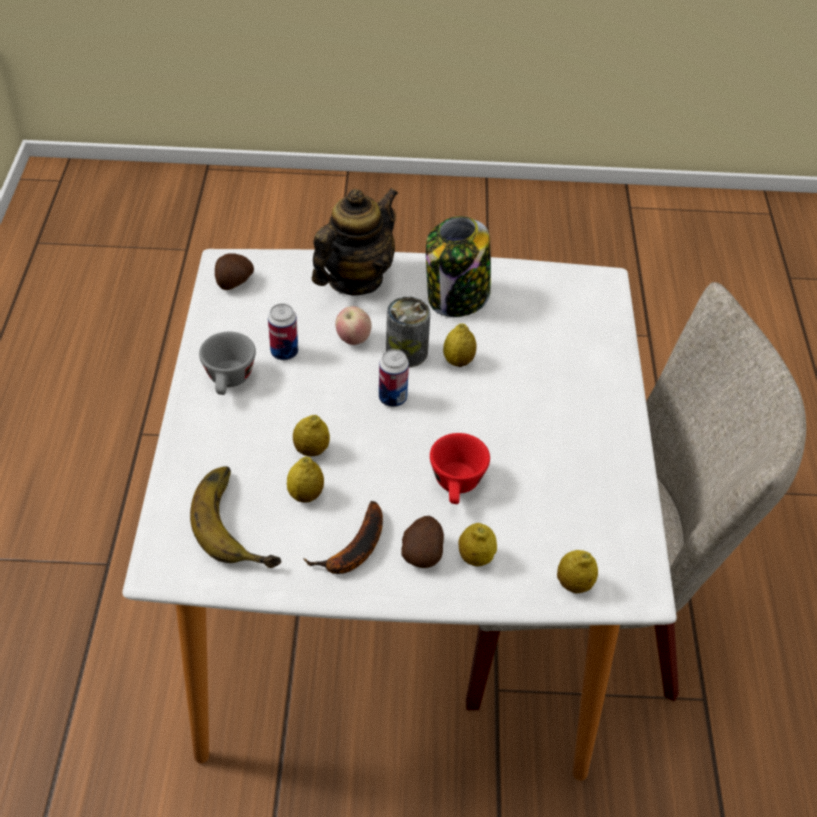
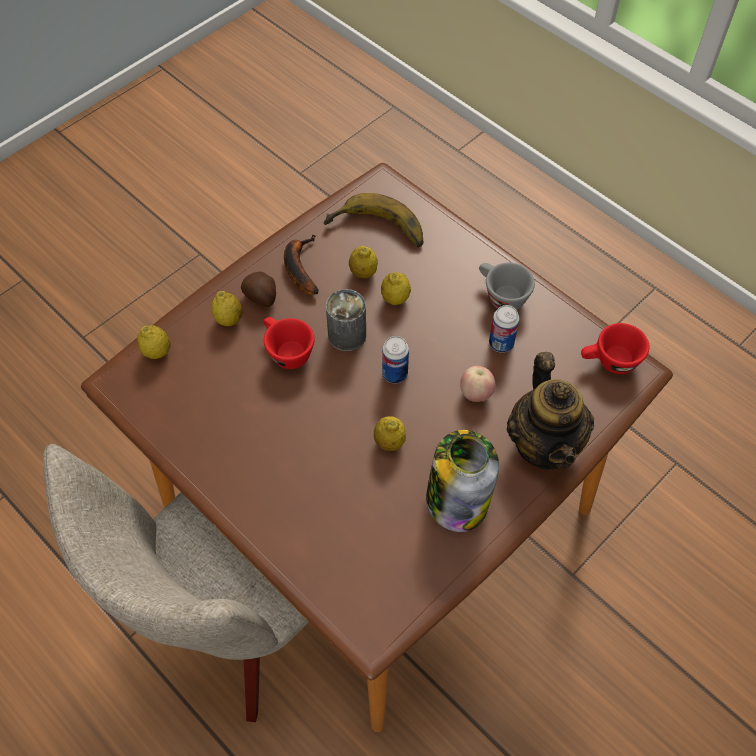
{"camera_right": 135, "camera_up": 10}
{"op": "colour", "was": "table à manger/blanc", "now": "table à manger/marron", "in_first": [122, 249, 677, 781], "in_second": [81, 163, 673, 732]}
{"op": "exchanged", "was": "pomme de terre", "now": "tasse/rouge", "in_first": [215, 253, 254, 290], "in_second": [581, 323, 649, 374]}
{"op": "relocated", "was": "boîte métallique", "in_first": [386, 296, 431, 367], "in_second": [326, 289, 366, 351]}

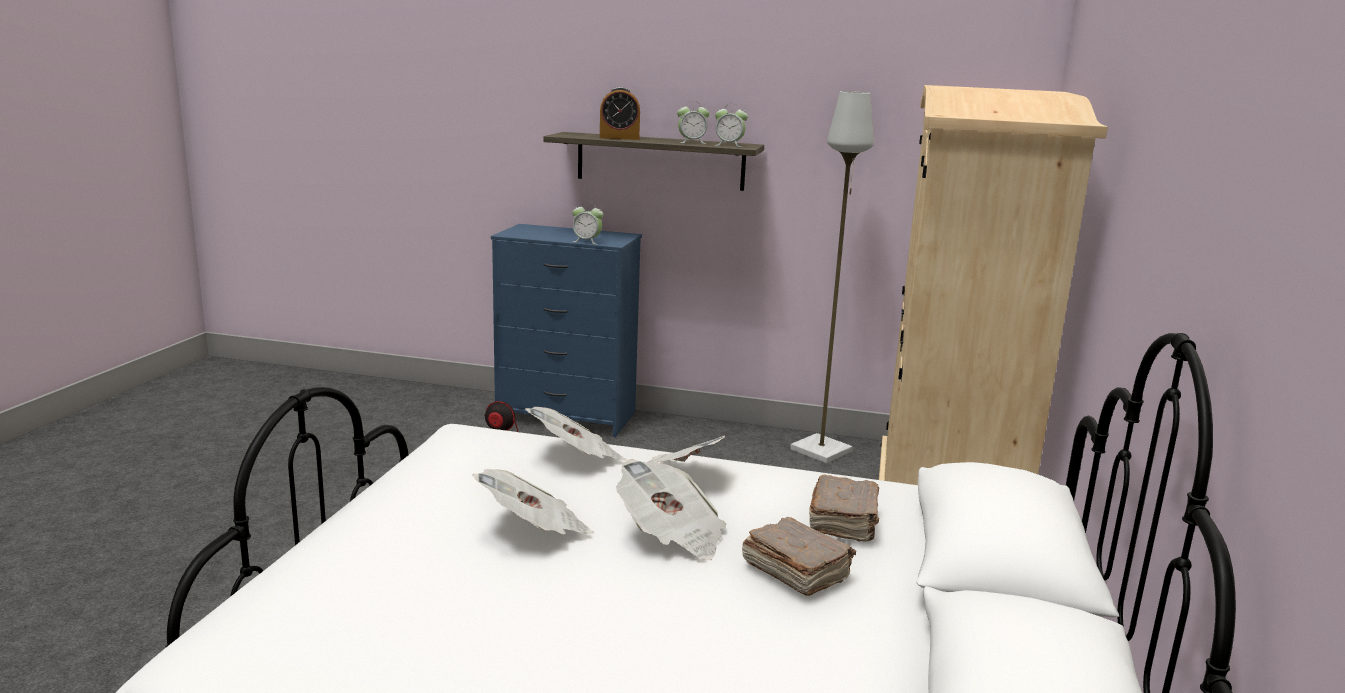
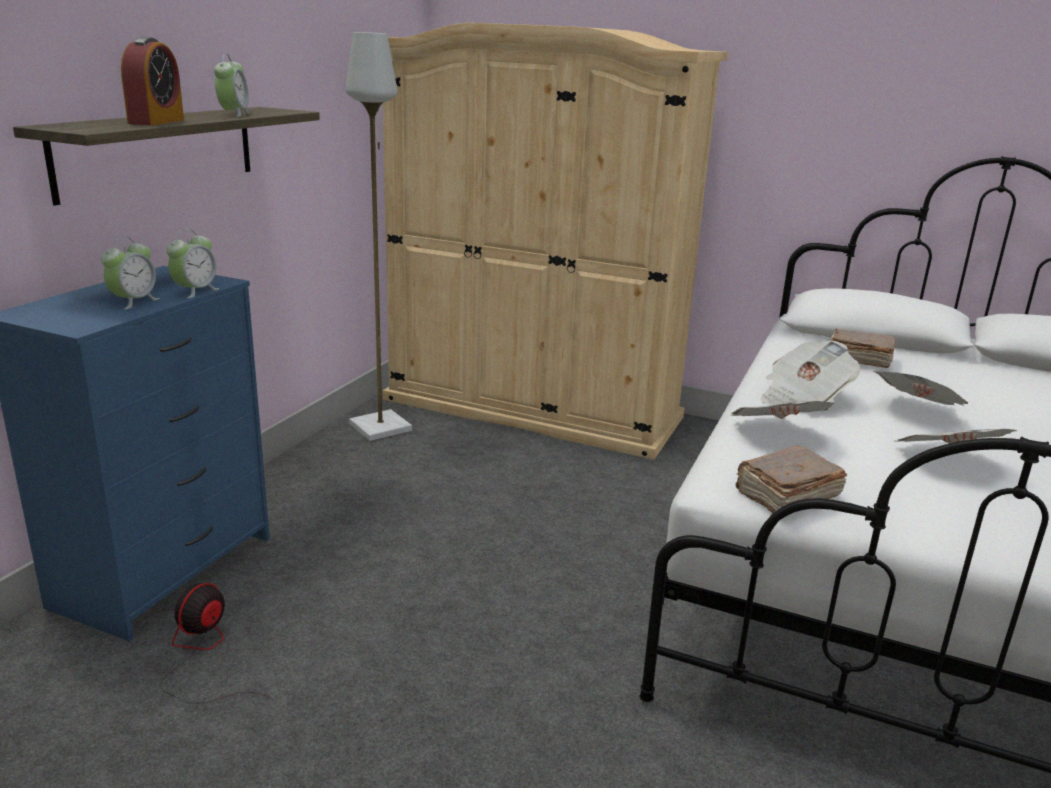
{"camera_right": -80, "camera_up": 5}
{"op": "relocated", "was": "réveil", "in_first": [715, 108, 748, 147], "in_second": [101, 237, 160, 309]}
{"op": "relocated", "was": "livre/marron", "in_first": [742, 517, 856, 596], "in_second": [735, 446, 847, 513]}

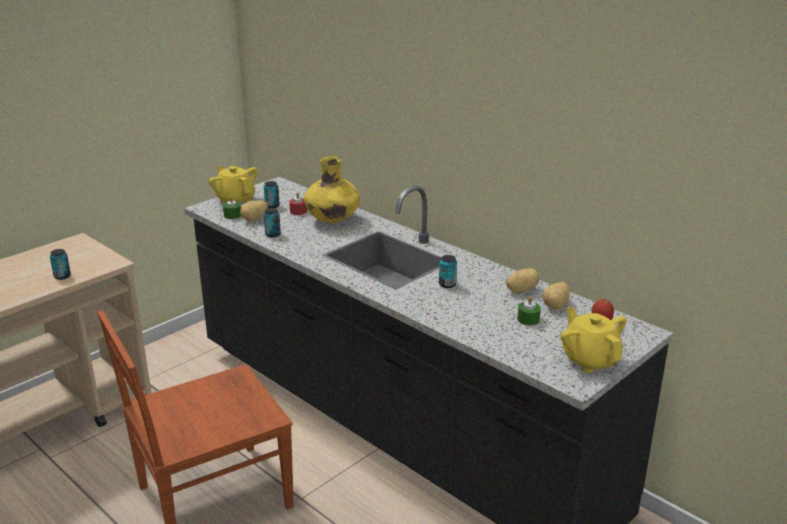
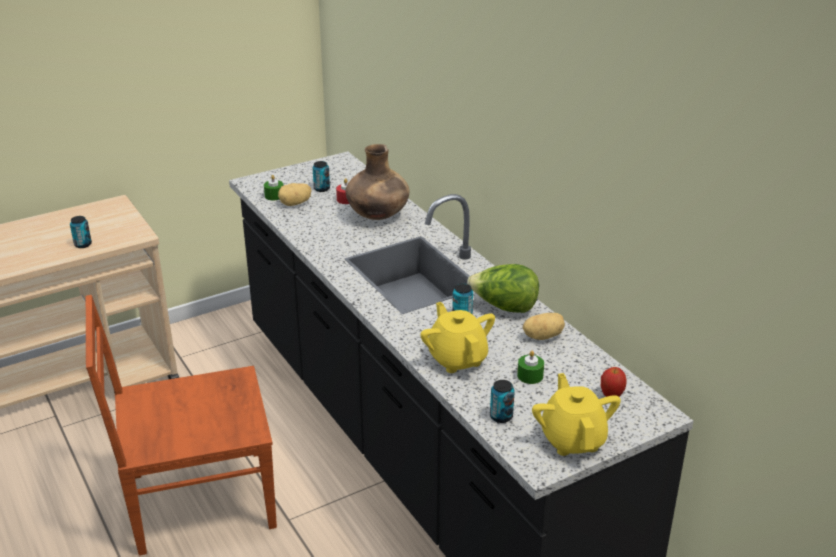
{"camera_right": 15, "camera_up": 5}
{"op": "colour", "was": "vase/jaune", "now": "vase/marron", "in_first": [304, 156, 360, 223], "in_second": [346, 144, 409, 220]}
{"op": "relocated", "was": "théière/jaune", "in_first": [209, 166, 257, 202], "in_second": [420, 302, 495, 373]}
{"op": "relocated", "was": "boîte métallique", "in_first": [264, 208, 281, 237], "in_second": [490, 380, 515, 423]}
{"op": "missing", "was": "pomme de terre", "in_first": [543, 282, 570, 309]}
{"op": "appeared", "now": "laitue", "in_second": [467, 264, 539, 313]}

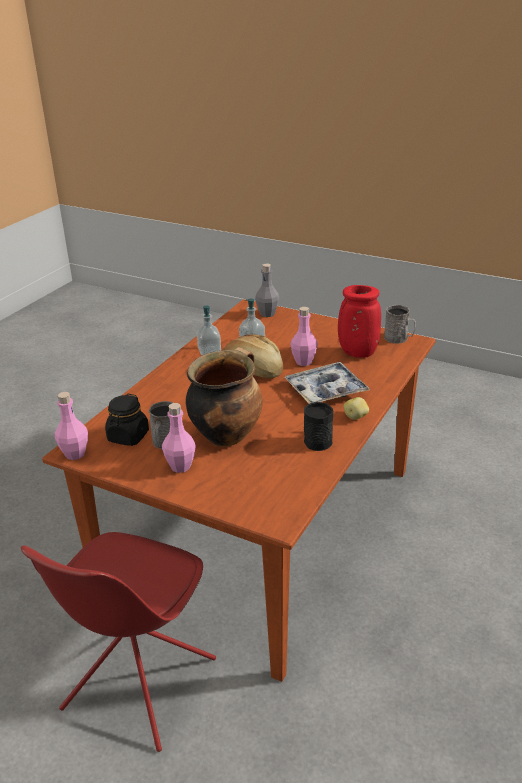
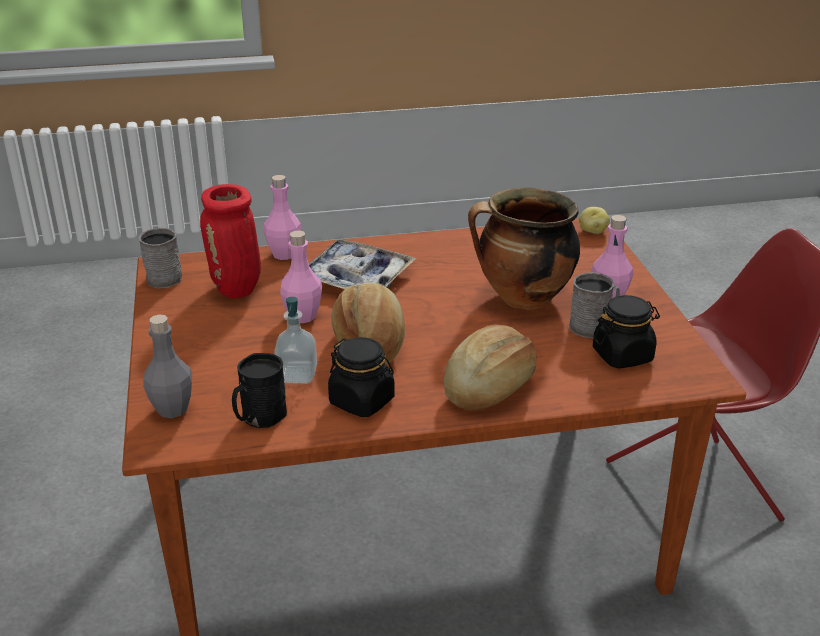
{"camera_right": -130, "camera_up": 0}
{"op": "exchanged", "was": "distributeur de savon", "now": "bocal/noir", "in_first": [197, 306, 221, 356], "in_second": [328, 337, 395, 417]}
{"op": "relocated", "was": "bouteille/rose", "in_first": [55, 392, 88, 460], "in_second": [263, 175, 302, 260]}
{"op": "relocated", "was": "pomme de terre", "in_first": [344, 397, 369, 420], "in_second": [578, 207, 610, 234]}
{"op": "relocated", "was": "mug/noir", "in_first": [304, 402, 334, 451], "in_second": [232, 353, 287, 428]}
{"op": "appeared", "now": "pain", "in_second": [444, 325, 537, 410]}

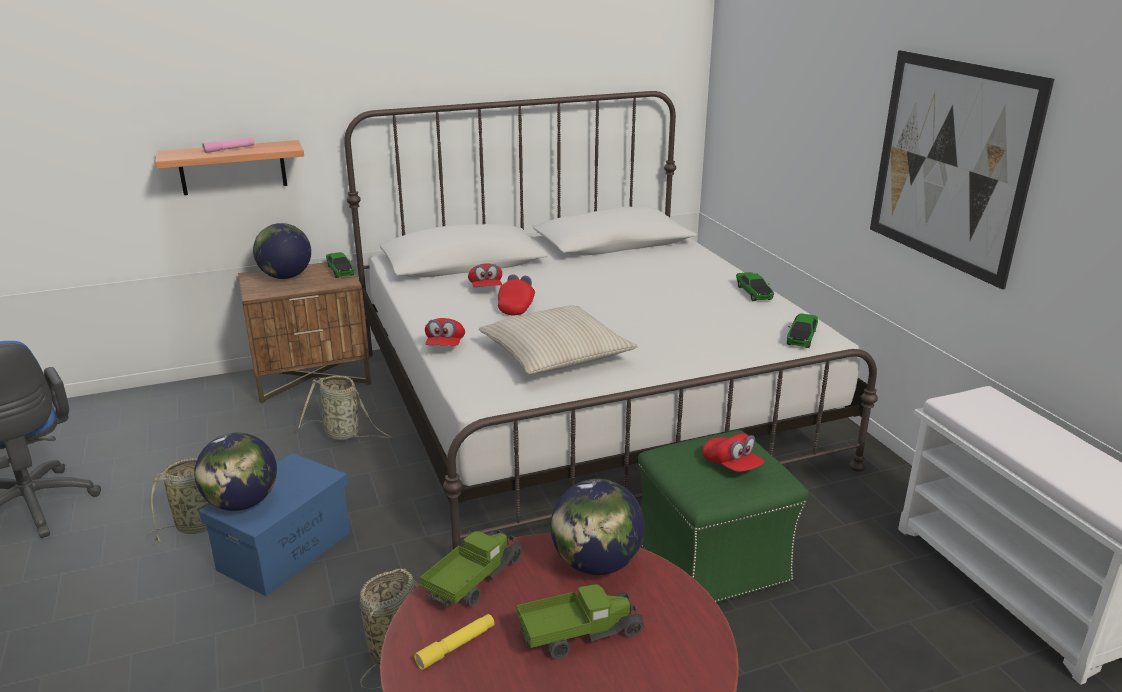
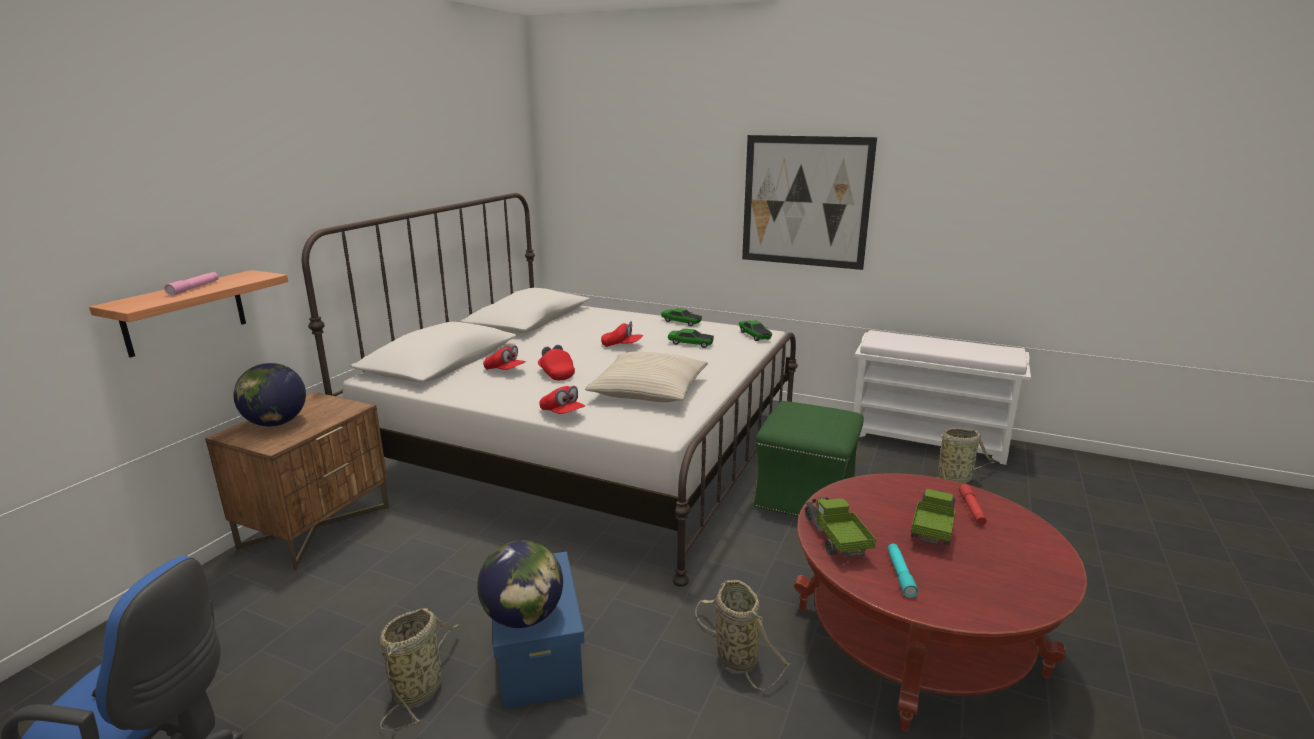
{"camera_right": -45, "camera_up": -5}
{"op": "relocated", "was": "petite voiture", "in_first": [326, 252, 354, 278], "in_second": [668, 329, 714, 348]}
{"op": "relocated", "was": "panier", "in_first": [298, 376, 392, 440], "in_second": [937, 428, 995, 483]}
{"op": "relocated", "was": "casquette/rouge", "in_first": [703, 434, 764, 472], "in_second": [601, 321, 643, 347]}
{"op": "missing", "was": "globe", "in_first": [551, 479, 645, 575]}
{"op": "colour", "was": "lampe de poche/jaune", "now": "lampe de poche/turquoise", "in_first": [414, 614, 495, 670], "in_second": [888, 544, 918, 598]}
{"op": "appeared", "now": "lampe de poche/rouge", "in_second": [959, 484, 987, 525]}

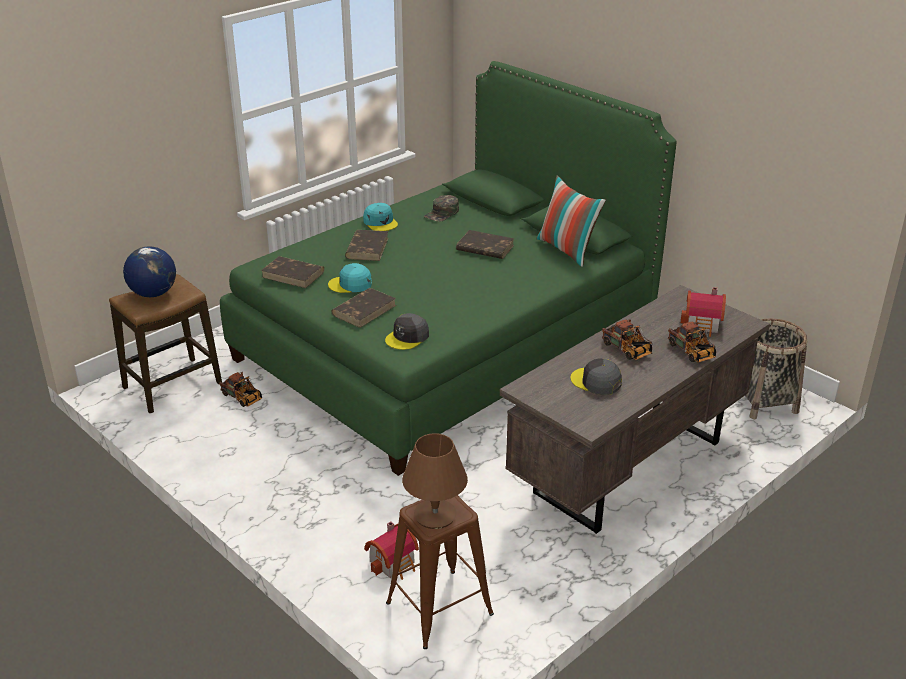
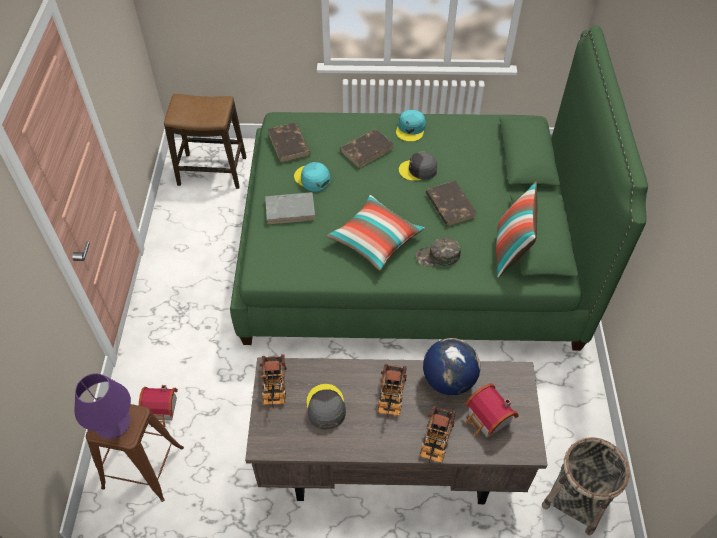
{"camera_right": 45, "camera_up": 20}
{"op": "relocated", "was": "casquette/vert", "in_first": [424, 195, 459, 222], "in_second": [416, 238, 461, 267]}
{"op": "relocated", "was": "globe", "in_first": [123, 246, 176, 297], "in_second": [423, 338, 480, 395]}
{"op": "colour", "was": "livre/marron", "now": "livre/gris", "in_first": [332, 288, 396, 328], "in_second": [265, 192, 315, 225]}
{"op": "relocated", "was": "casquette/gris", "in_first": [385, 313, 429, 350], "in_second": [399, 152, 437, 181]}
{"op": "relocated", "was": "camion jouet", "in_first": [219, 372, 262, 407], "in_second": [260, 354, 287, 409]}
{"op": "colour", "was": "lampe de table/marron", "now": "lampe de table/violet", "in_first": [402, 433, 468, 529], "in_second": [75, 373, 131, 439]}
{"op": "appeared", "now": "coussin", "in_second": [326, 195, 425, 271]}

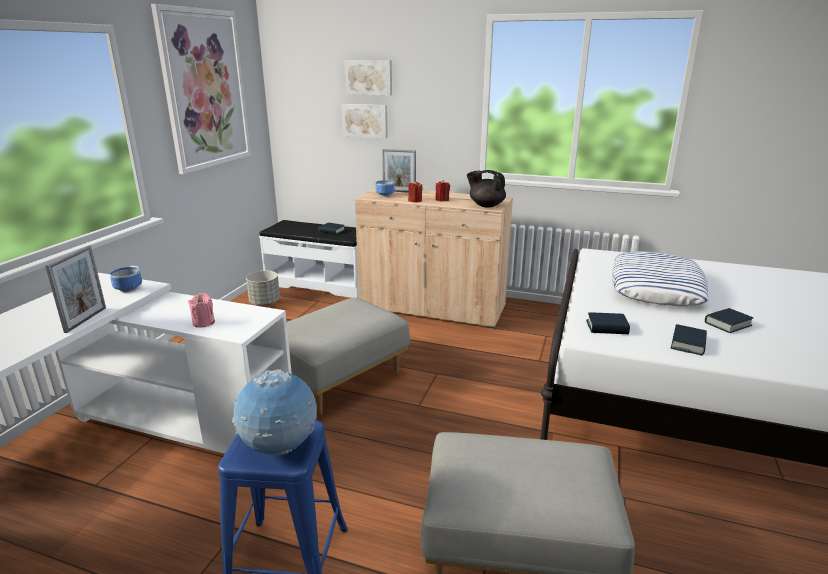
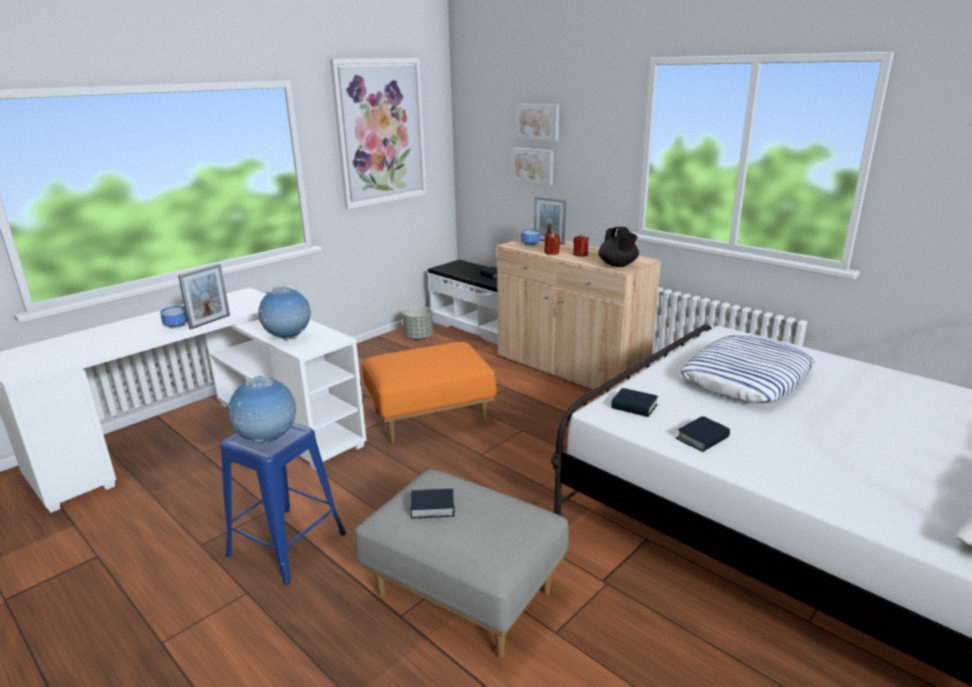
{"camera_right": 25, "camera_up": 0}
{"op": "spun", "was": "théière/noir", "in_first": [467, 170, 506, 208], "in_second": [598, 227, 639, 267], "clockwise": -150}
{"op": "relocated", "was": "bol", "in_first": [110, 267, 142, 292], "in_second": [160, 306, 188, 329]}
{"op": "exchanged", "was": "bougie/rose", "now": "globe", "in_first": [188, 293, 215, 328], "in_second": [258, 286, 312, 340]}
{"op": "colour", "was": "pouf/gris", "now": "pouf/orange", "in_first": [286, 298, 410, 415], "in_second": [362, 342, 497, 443]}
{"op": "relocated", "was": "livre", "in_first": [705, 308, 753, 333], "in_second": [410, 489, 455, 518]}

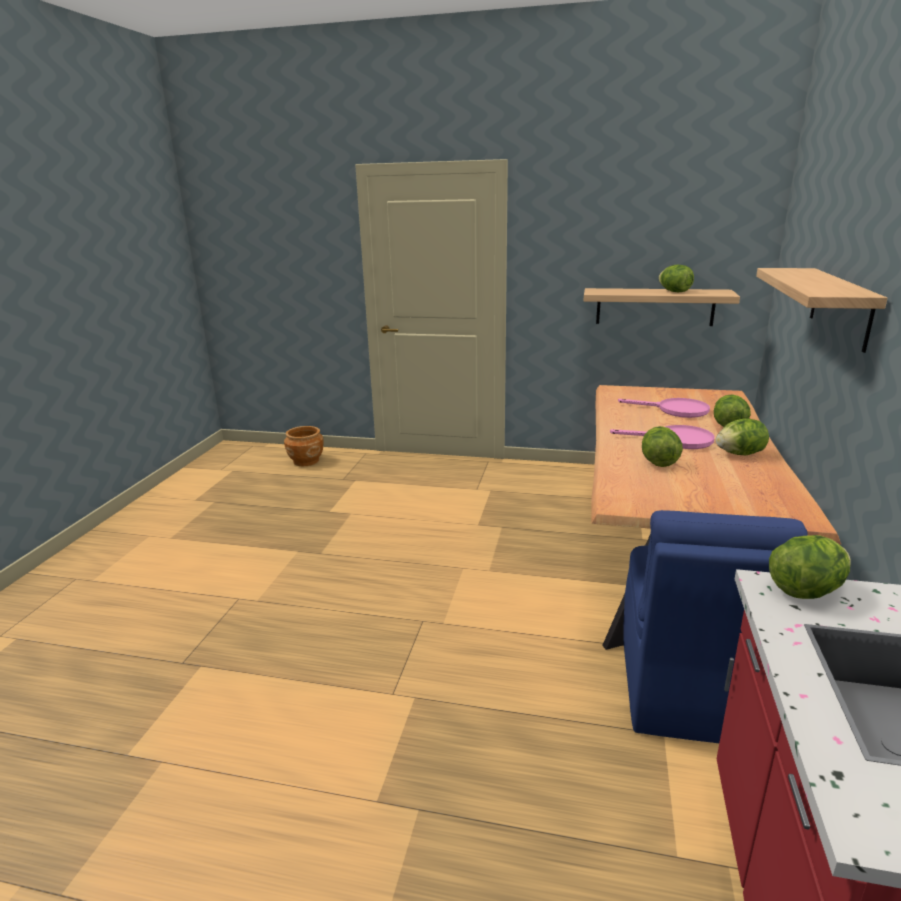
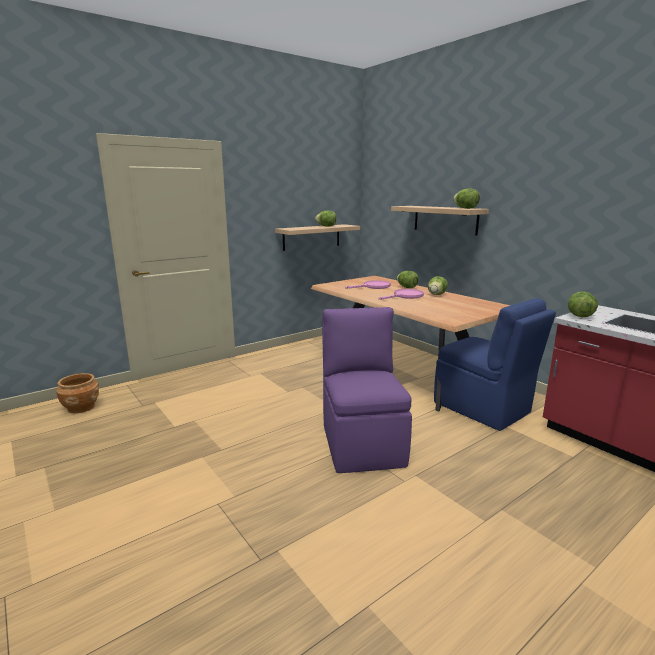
{"camera_right": -50, "camera_up": -5}
{"op": "relocated", "was": "laitue", "in_first": [642, 426, 683, 467], "in_second": [453, 188, 480, 209]}
{"op": "appeared", "now": "chaise/violet", "in_second": [322, 307, 412, 473]}

